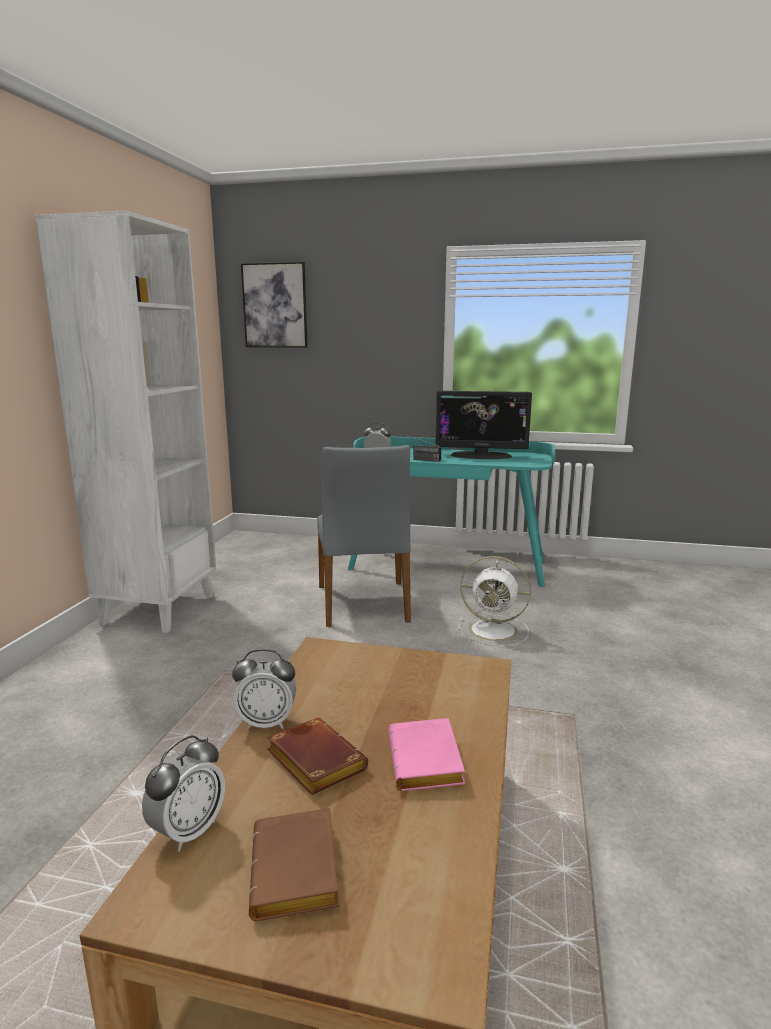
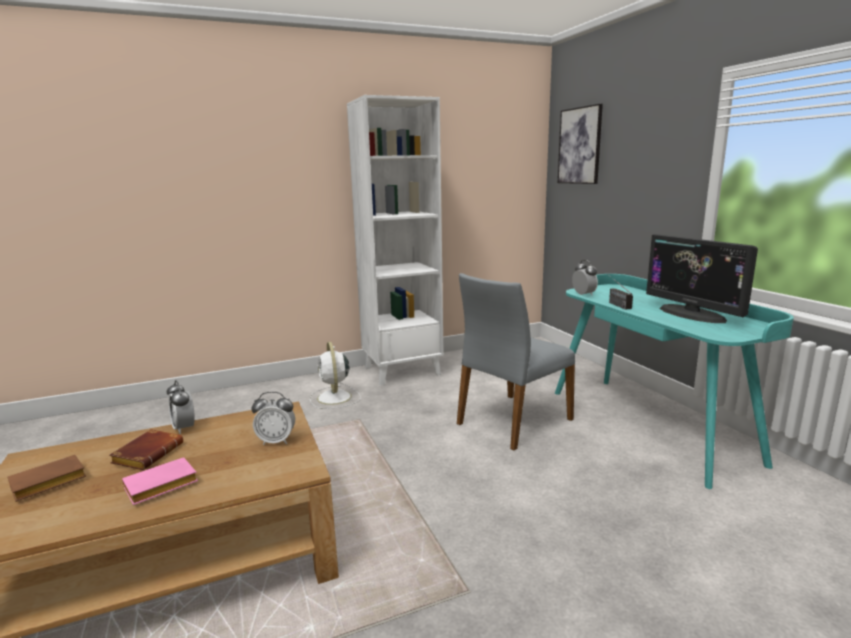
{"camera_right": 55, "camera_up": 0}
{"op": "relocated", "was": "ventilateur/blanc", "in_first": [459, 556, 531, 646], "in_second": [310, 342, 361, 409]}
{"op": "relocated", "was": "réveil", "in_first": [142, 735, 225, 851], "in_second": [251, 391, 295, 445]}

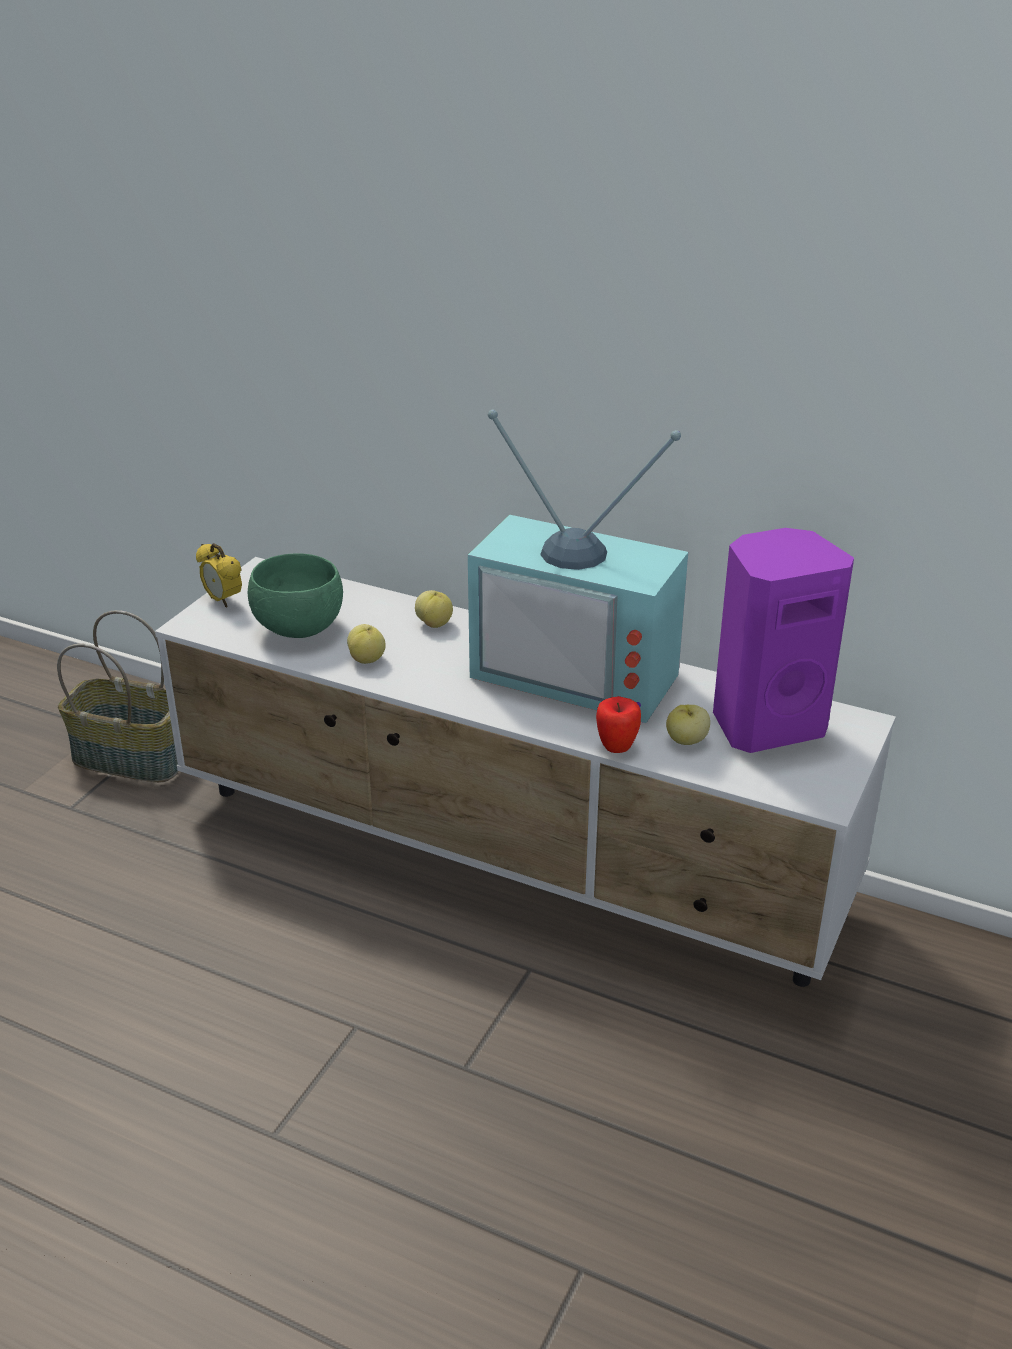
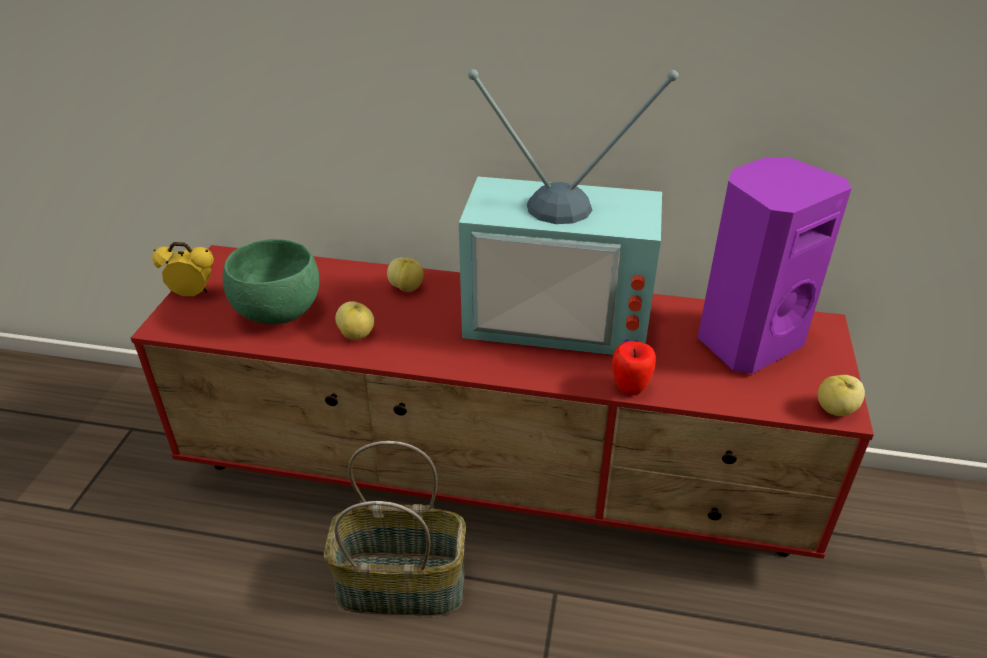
{"camera_right": -15, "camera_up": 5}
{"op": "spun", "was": "réveil", "in_first": [196, 543, 242, 608], "in_second": [152, 242, 214, 296], "clockwise": 150}
{"op": "colour", "was": "meuble télé/blanc", "now": "meuble télé/rouge", "in_first": [155, 557, 896, 987], "in_second": [131, 245, 874, 559]}
{"op": "relocated", "was": "panier", "in_first": [57, 610, 179, 782], "in_second": [324, 441, 466, 616]}
{"op": "relocated", "was": "pomme", "in_first": [666, 705, 710, 745], "in_second": [818, 375, 865, 416]}

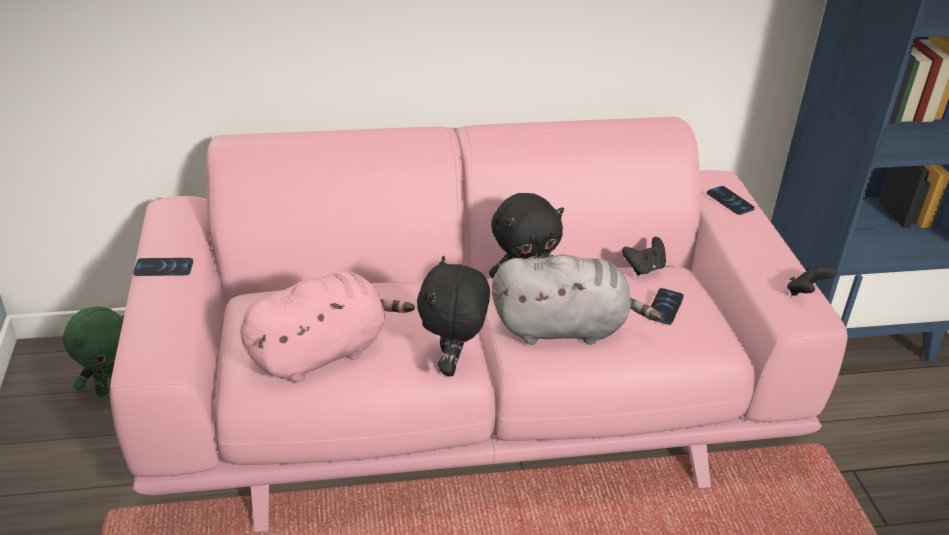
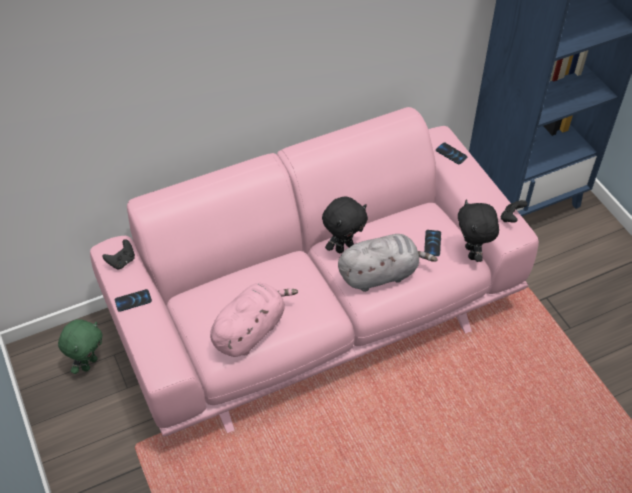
{"camera_right": -15, "camera_up": 15}
{"op": "relocated", "was": "manette/noir", "in_first": [622, 237, 666, 276], "in_second": [103, 239, 135, 270]}
{"op": "relocated", "was": "peluche/noir", "in_first": [417, 256, 490, 376], "in_second": [458, 200, 499, 262]}

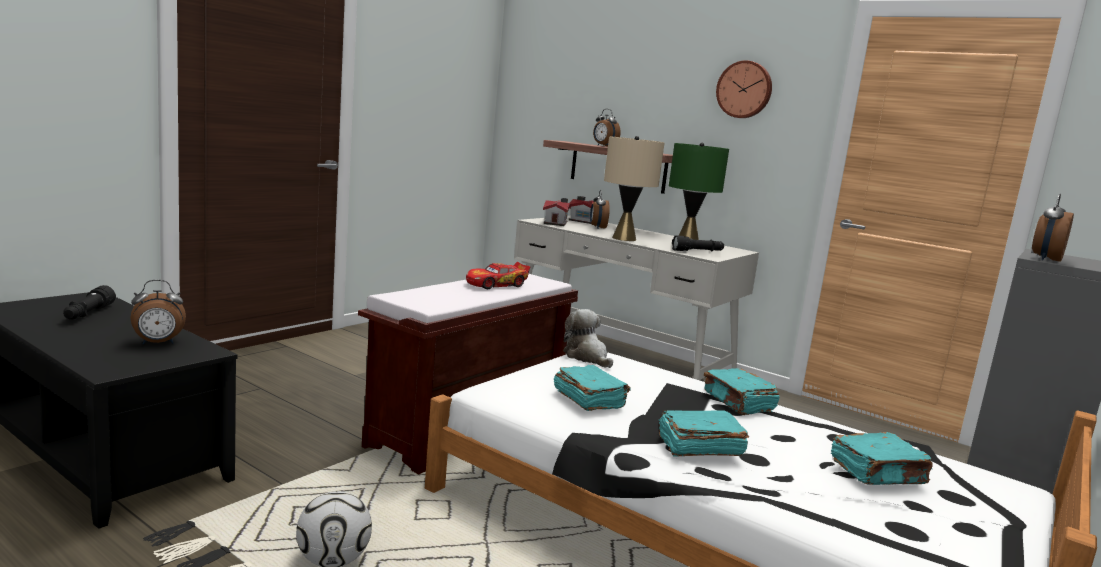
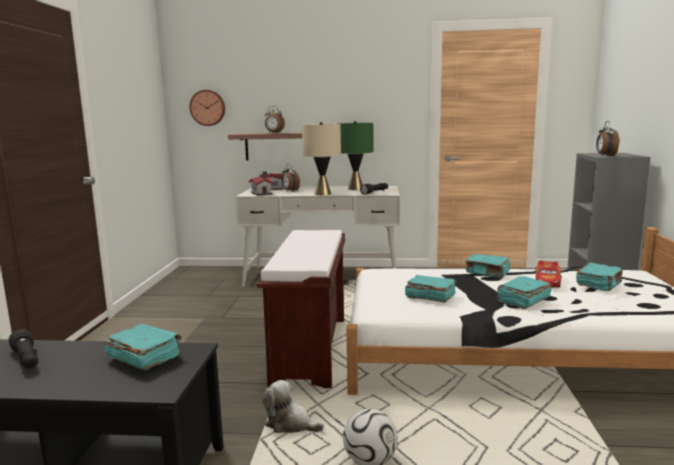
{"camera_right": -30, "camera_up": 0}
{"op": "relocated", "was": "horloge murale", "in_first": [716, 60, 772, 118], "in_second": [190, 90, 225, 126]}
{"op": "relocated", "was": "petite voiture", "in_first": [466, 262, 530, 289], "in_second": [535, 261, 561, 288]}
{"op": "exchanged", "was": "réveil", "now": "livre/turquoise", "in_first": [130, 280, 186, 345], "in_second": [104, 324, 182, 370]}
{"op": "relocated", "was": "peluche", "in_first": [563, 309, 613, 368], "in_second": [262, 380, 324, 433]}

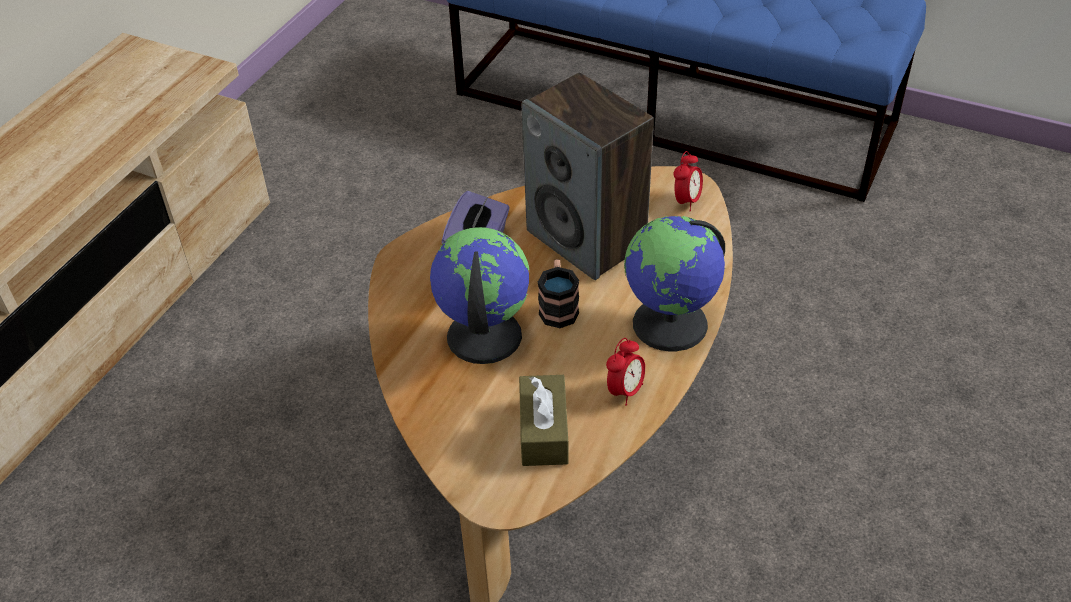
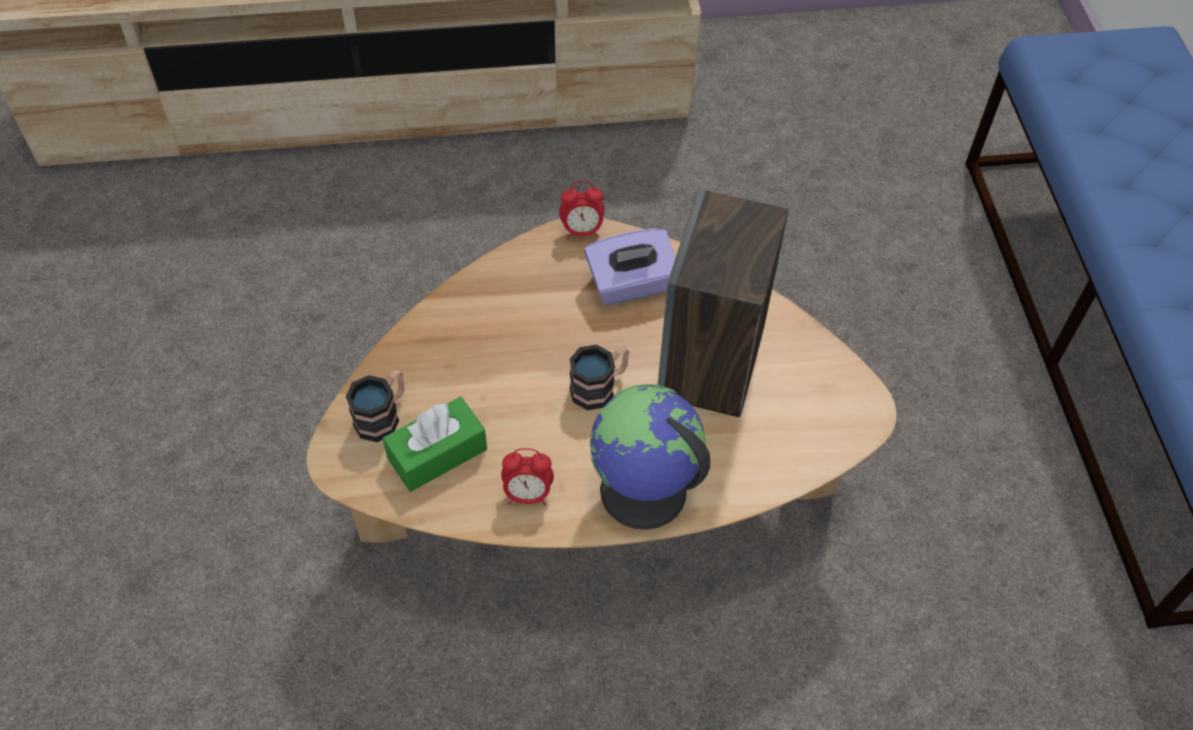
{"camera_right": 55, "camera_up": 10}
{"op": "relocated", "was": "réveil", "in_first": [673, 151, 703, 211], "in_second": [559, 181, 604, 240]}
{"op": "missing", "was": "globe", "in_first": [430, 227, 529, 364]}
{"op": "colour", "was": "boîte à mouchoirs/marron", "now": "boîte à mouchoirs/vert", "in_first": [519, 375, 569, 466], "in_second": [383, 397, 487, 492]}
{"op": "appeared", "now": "mug", "in_second": [346, 369, 404, 442]}

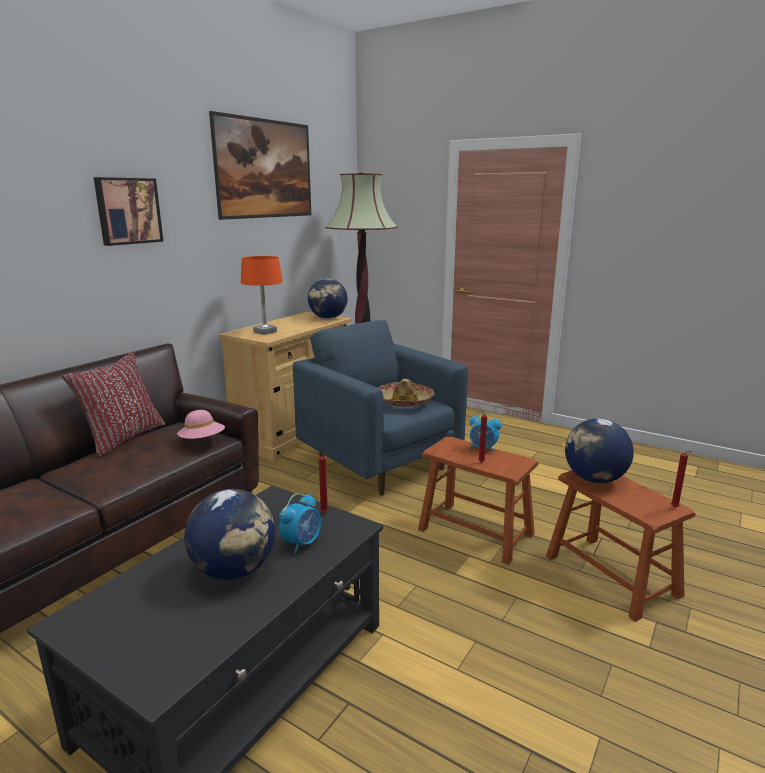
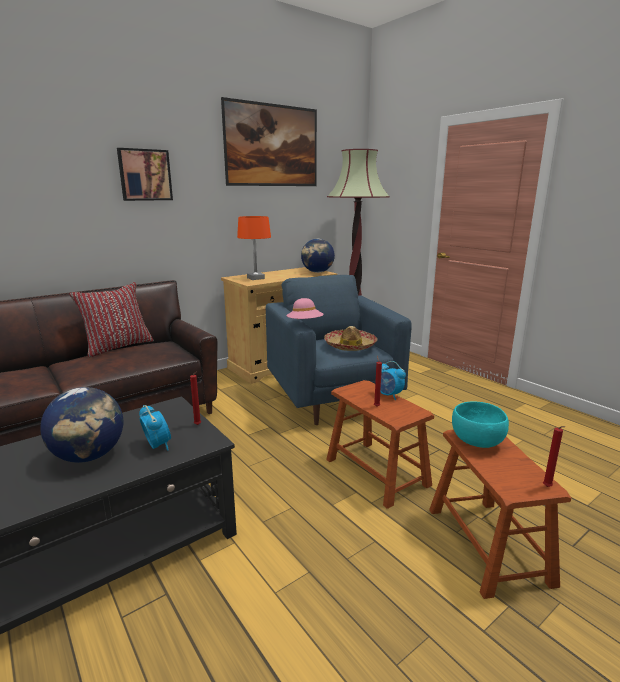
{"camera_right": 20, "camera_up": 0}
{"op": "relocated", "was": "chapeau/rose", "in_first": [177, 410, 225, 439], "in_second": [286, 298, 324, 319]}
{"op": "exchanged", "was": "globe", "now": "bol/turquoise", "in_first": [565, 418, 634, 483], "in_second": [452, 402, 509, 448]}
{"op": "spun", "was": "réveil", "in_first": [279, 494, 321, 554], "in_second": [139, 405, 171, 451], "clockwise": -90}

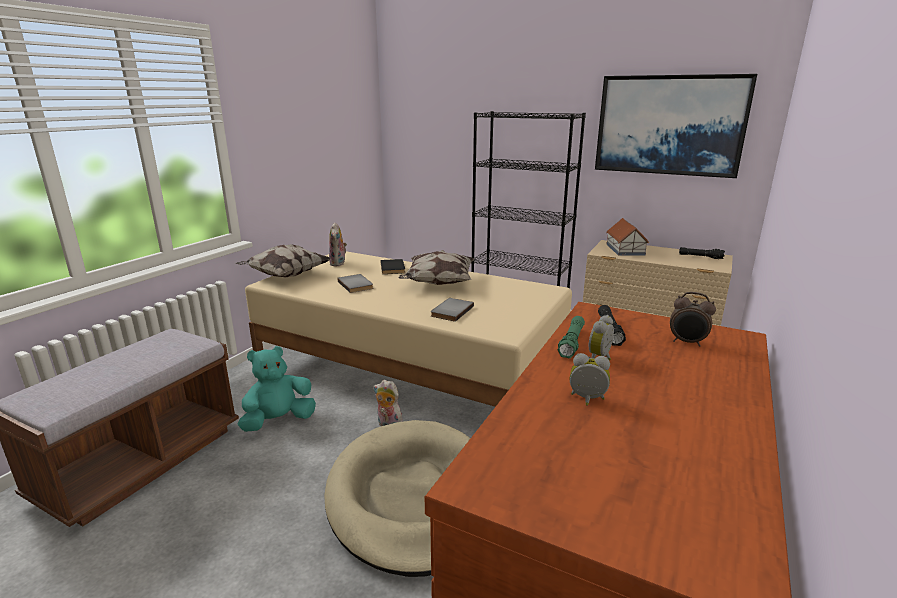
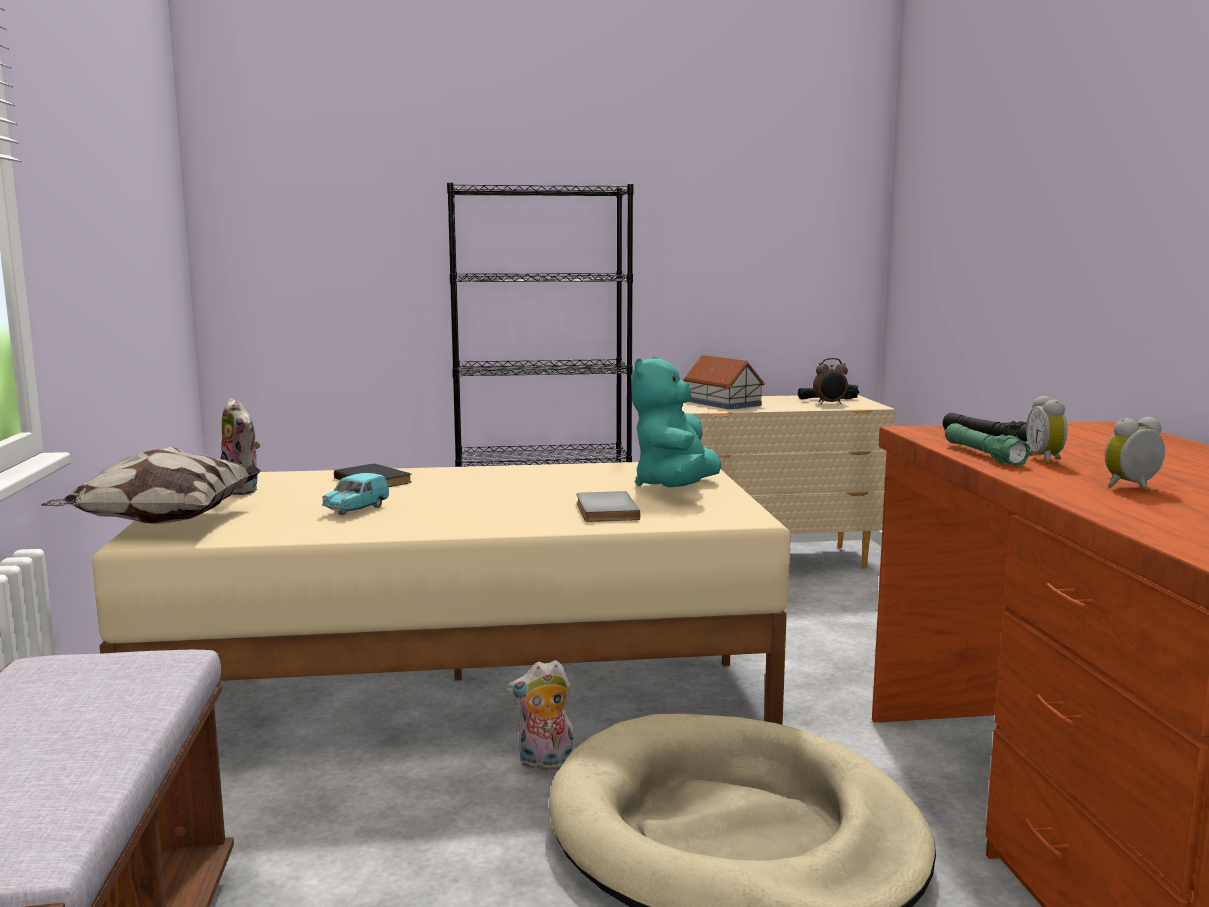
{"camera_right": -35, "camera_up": -10}
{"op": "missing", "was": "tableau", "in_first": [595, 74, 757, 178]}
{"op": "missing", "was": "coussin", "in_first": [398, 250, 474, 285]}
{"op": "exchanged", "was": "livre/gris", "now": "petite voiture/turquoise", "in_first": [337, 274, 373, 293], "in_second": [322, 473, 389, 515]}
{"op": "relocated", "was": "réveil", "in_first": [670, 292, 716, 346], "in_second": [813, 358, 848, 404]}
{"op": "relocated", "was": "peluche/turquoise", "in_first": [238, 346, 316, 432], "in_second": [631, 356, 721, 487]}

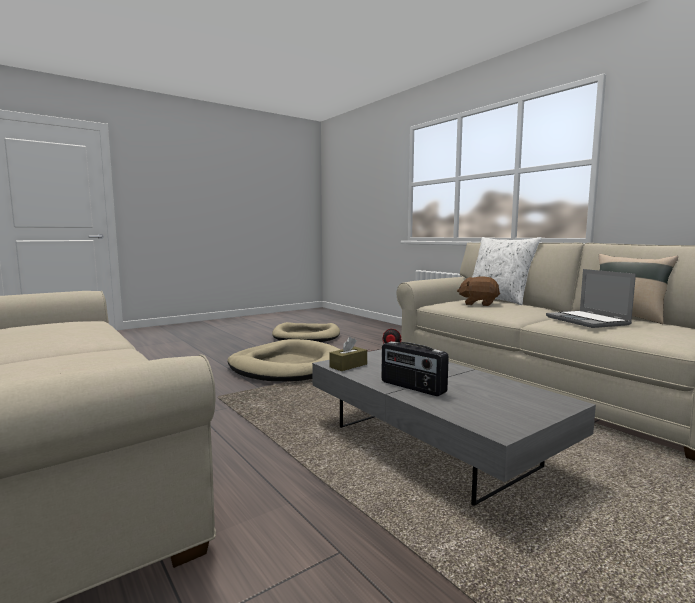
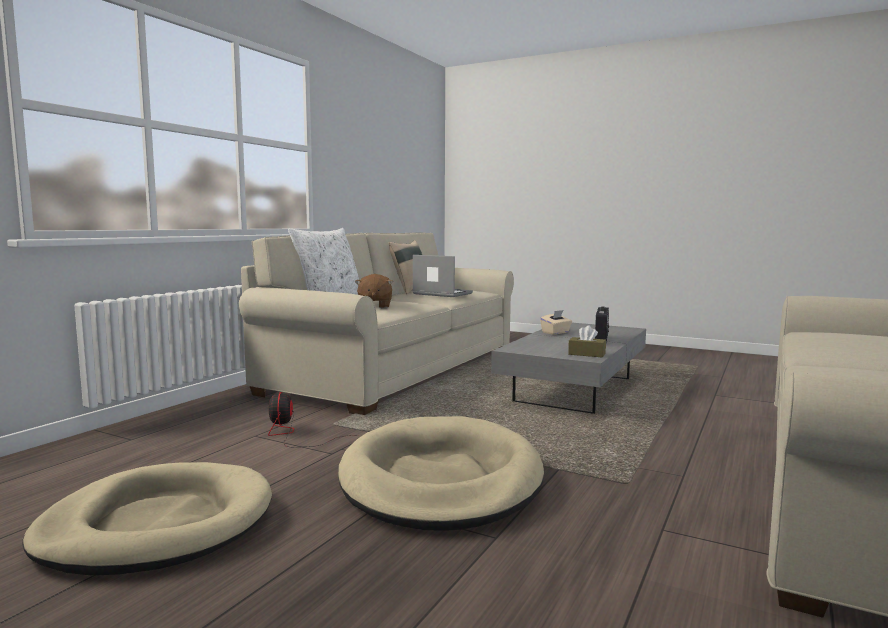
{"camera_right": -115, "camera_up": 0}
{"op": "spun", "was": "ordinateur portable", "in_first": [546, 269, 636, 328], "in_second": [413, 255, 473, 297], "clockwise": -105}
{"op": "appeared", "now": "boîte à mouchoirs/beige", "in_second": [540, 310, 572, 335]}

